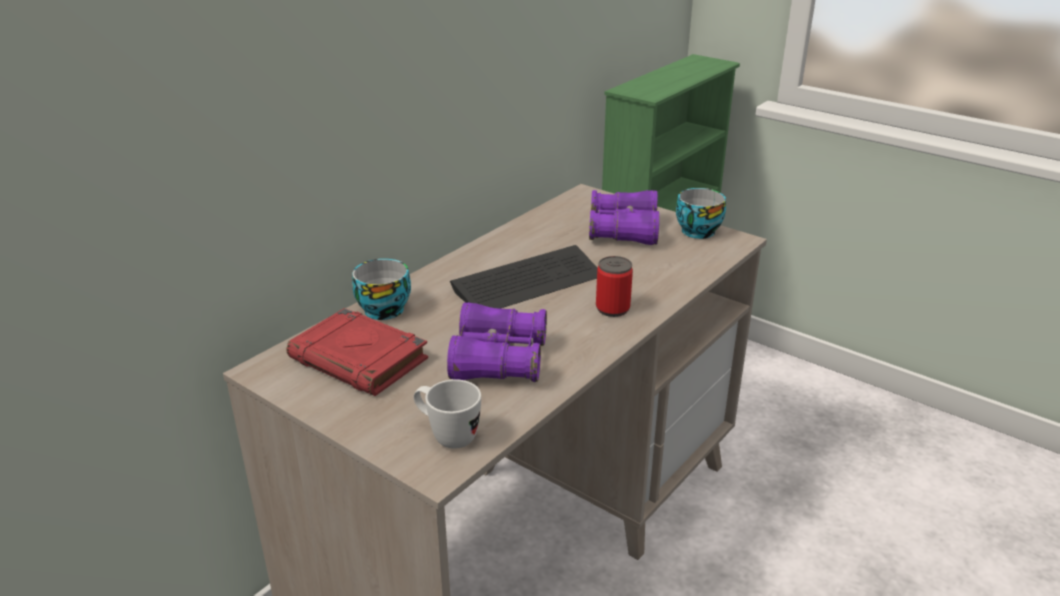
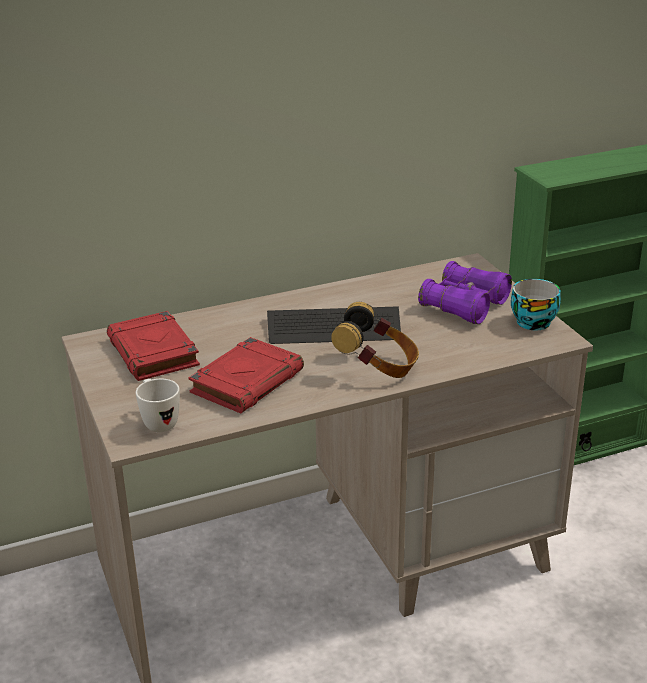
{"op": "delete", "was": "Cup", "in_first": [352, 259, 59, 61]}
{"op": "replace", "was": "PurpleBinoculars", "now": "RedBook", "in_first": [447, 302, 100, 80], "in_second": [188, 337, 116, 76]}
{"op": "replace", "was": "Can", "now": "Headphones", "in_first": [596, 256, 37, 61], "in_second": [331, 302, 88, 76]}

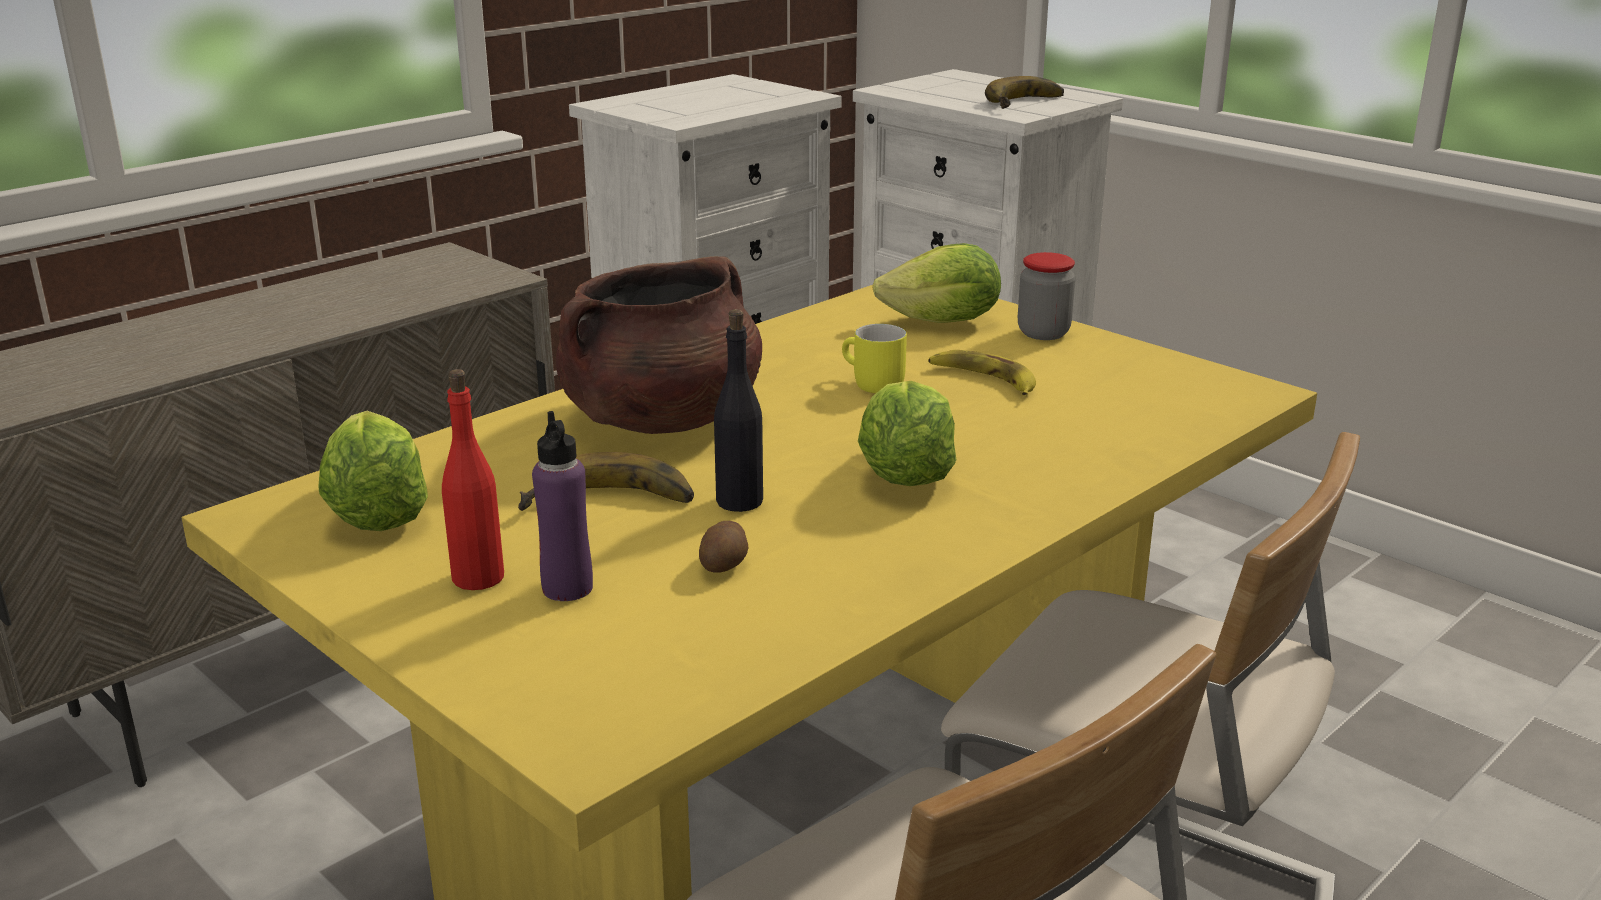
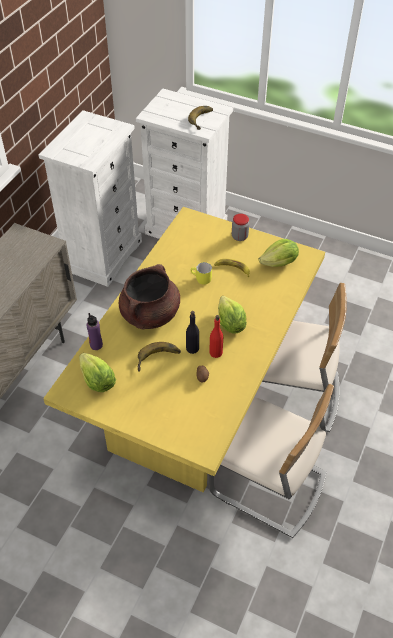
{"op": "move", "was": "RedBottle", "in_first": [442, 369, 62, 221], "in_second": [209, 315, 14, 43]}
{"op": "move", "was": "PurpleBottle", "in_first": [532, 411, 61, 190], "in_second": [86, 313, 17, 37]}
{"op": "move", "was": "Lettuce", "in_first": [872, 243, 129, 80], "in_second": [259, 239, 40, 28]}

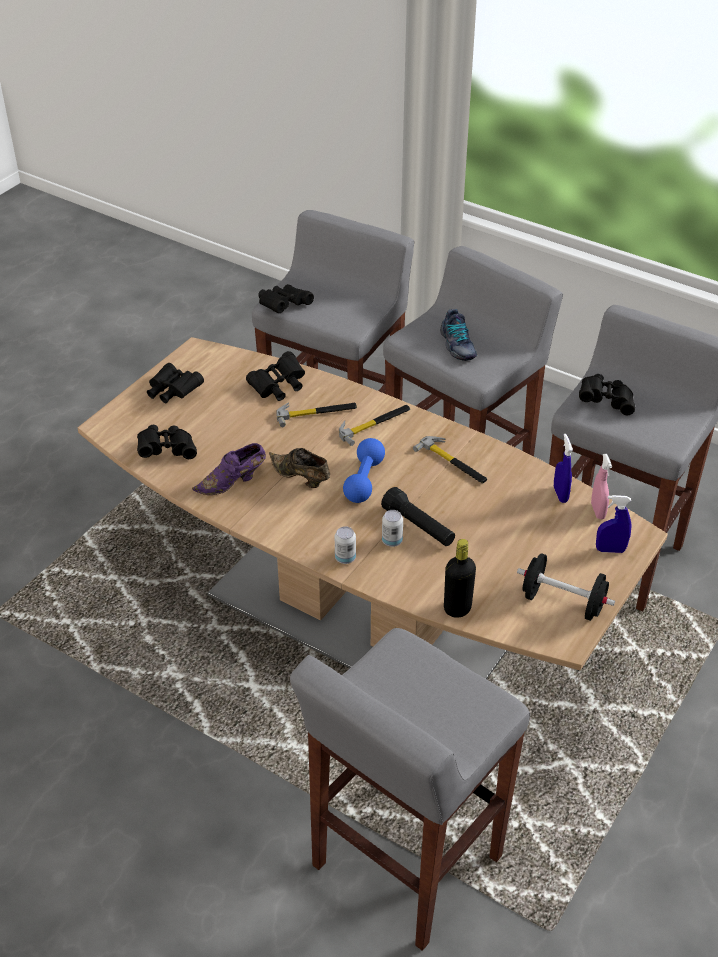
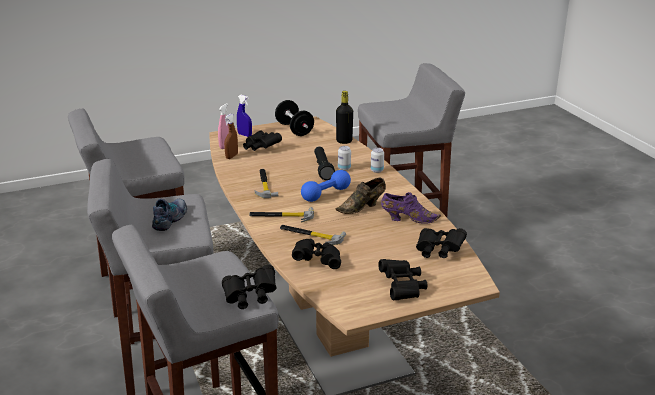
{"op": "rotate", "was": "BrownShoe", "in_first": [269, 448, 61, 40], "in_second": [335, 178, 51, 36], "clockwise": 75}
{"op": "recolor", "was": "BlueSprayBottle", "now": "BrownSprayBottle", "in_first": [554, 434, 19, 69], "in_second": [224, 114, 14, 45]}
{"op": "move", "was": "BlackBinoculars", "in_first": [579, 374, 56, 41], "in_second": [243, 131, 39, 20]}

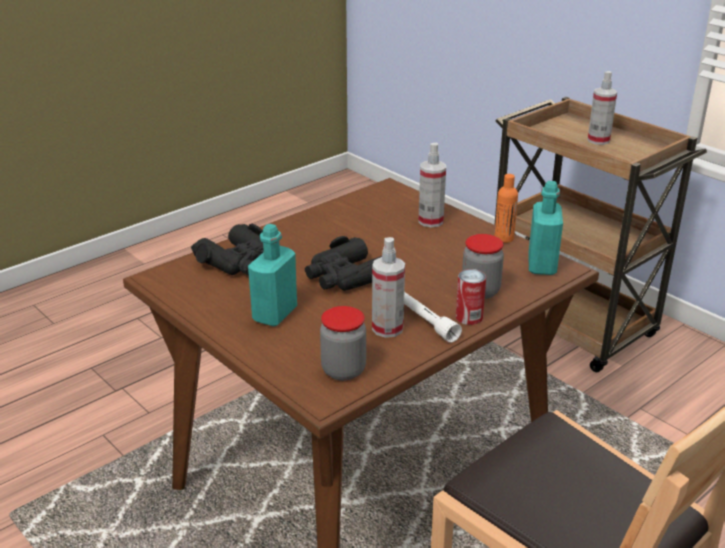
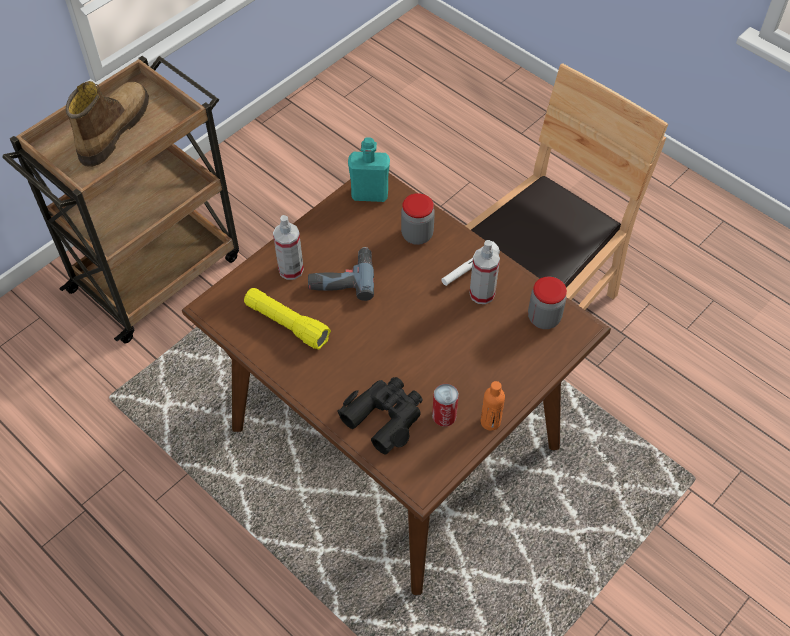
{"op": "delete", "was": "TurquoiseBottle", "in_first": [248, 224, 49, 102]}
{"op": "delete", "was": "BlackBinoculars", "in_first": [305, 236, 77, 55]}
{"op": "move", "was": "Can", "in_first": [456, 269, 30, 56], "in_second": [432, 384, 27, 43]}
{"op": "move", "was": "OrangeBottle", "in_first": [494, 174, 24, 69], "in_second": [481, 381, 24, 50]}
{"op": "replace", "was": "SprayBottle", "now": "Boot", "in_first": [587, 71, 30, 74], "in_second": [66, 81, 83, 86]}
{"op": "insert", "now": "YellowFlashlight", "in_second": [244, 288, 87, 61]}
{"op": "insert", "now": "PowerDrill", "in_second": [308, 247, 66, 54]}

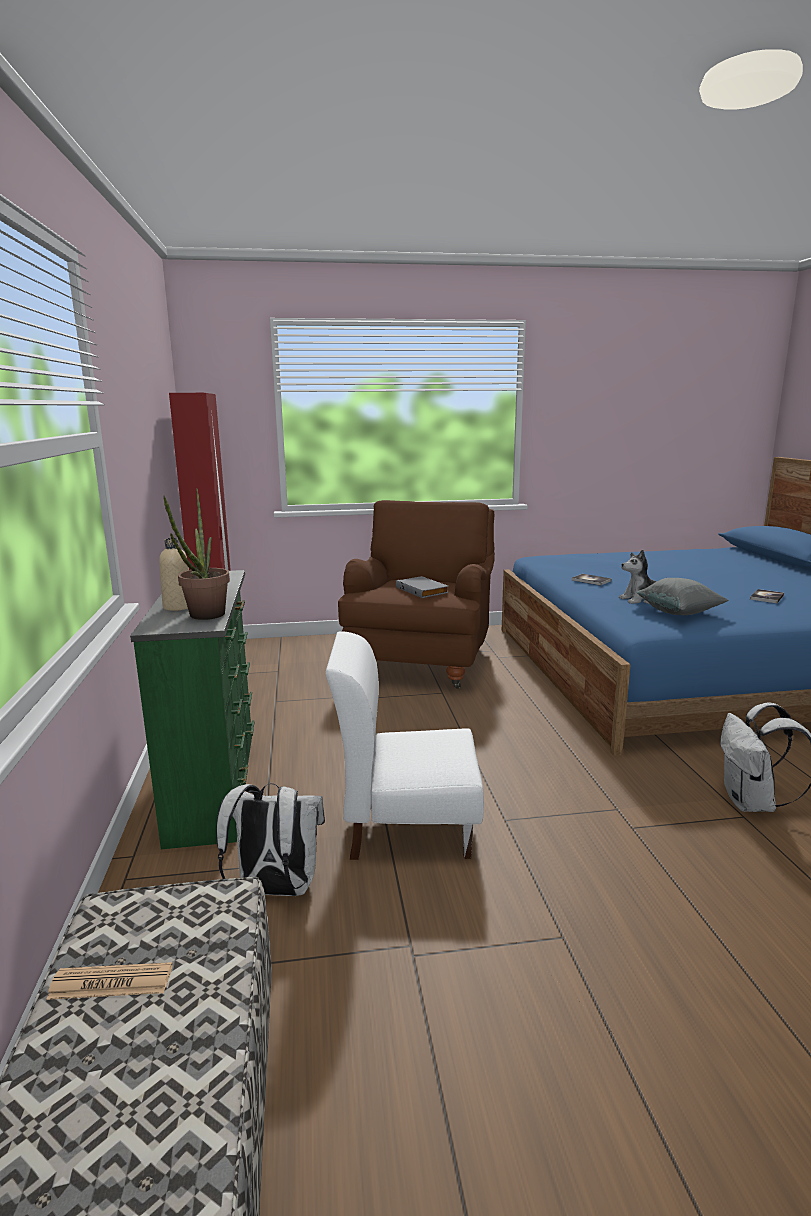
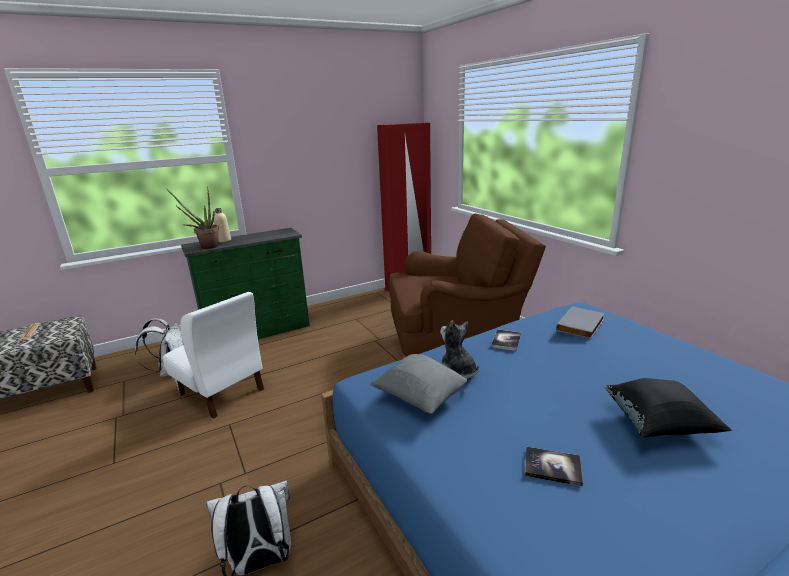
{"op": "rotate", "was": "WhiteChair", "in_first": [326, 631, 158, 229], "in_second": [163, 292, 101, 127], "clockwise": 150}
{"op": "move", "was": "GreyBook", "in_first": [396, 576, 53, 22], "in_second": [556, 306, 49, 33]}
{"op": "insert", "now": "BlackPillow", "in_second": [605, 378, 127, 60]}

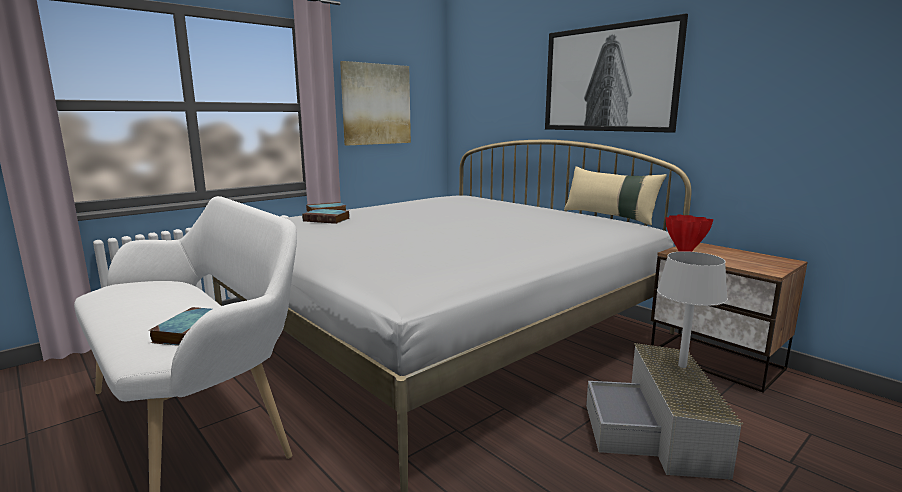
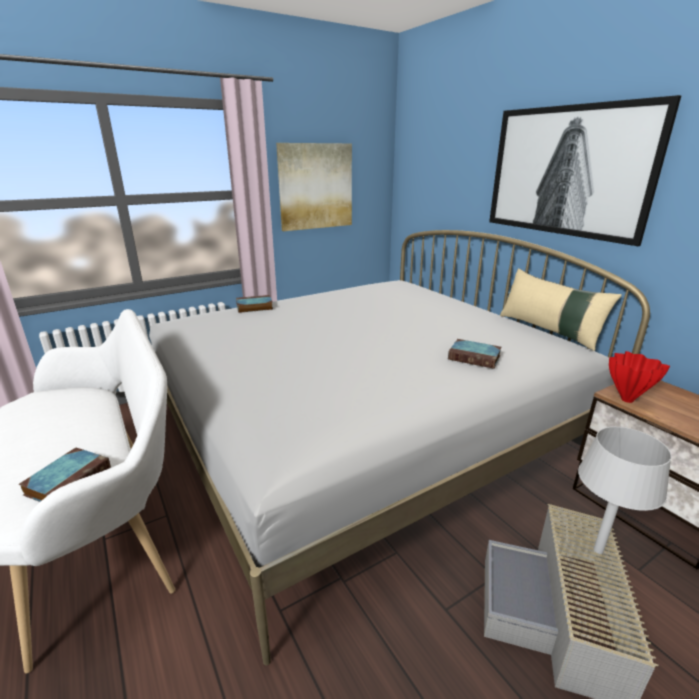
{"op": "move", "was": "Book", "in_first": [302, 209, 48, 15], "in_second": [448, 339, 54, 30]}

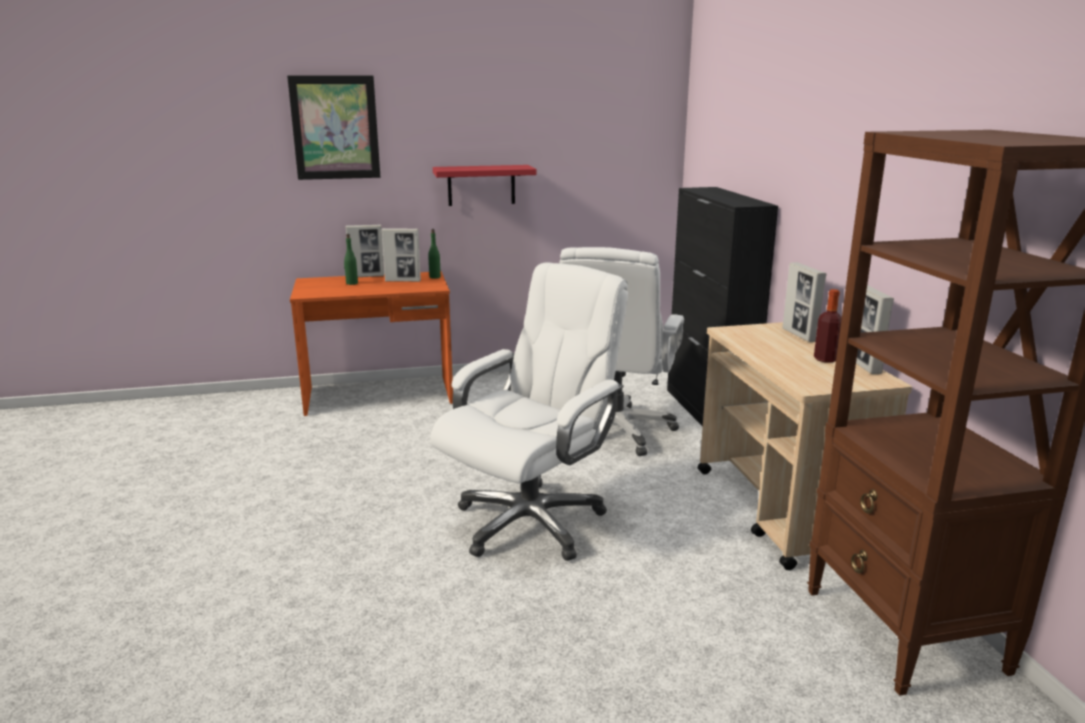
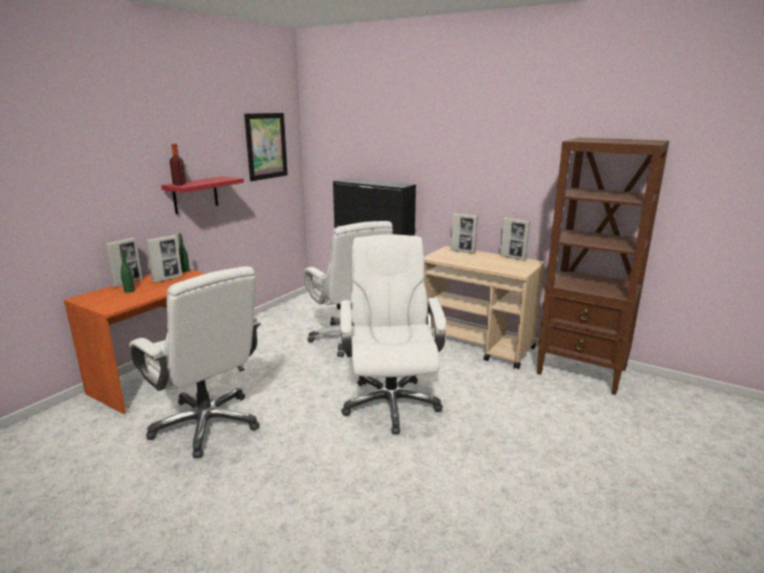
{"op": "move", "was": "Picture", "in_first": [287, 75, 93, 105], "in_second": [244, 113, 44, 68]}
{"op": "move", "was": "Bottle", "in_first": [814, 289, 28, 74], "in_second": [170, 144, 16, 41]}
{"op": "insert", "now": "WhiteOfficeChair", "in_second": [129, 266, 132, 192]}

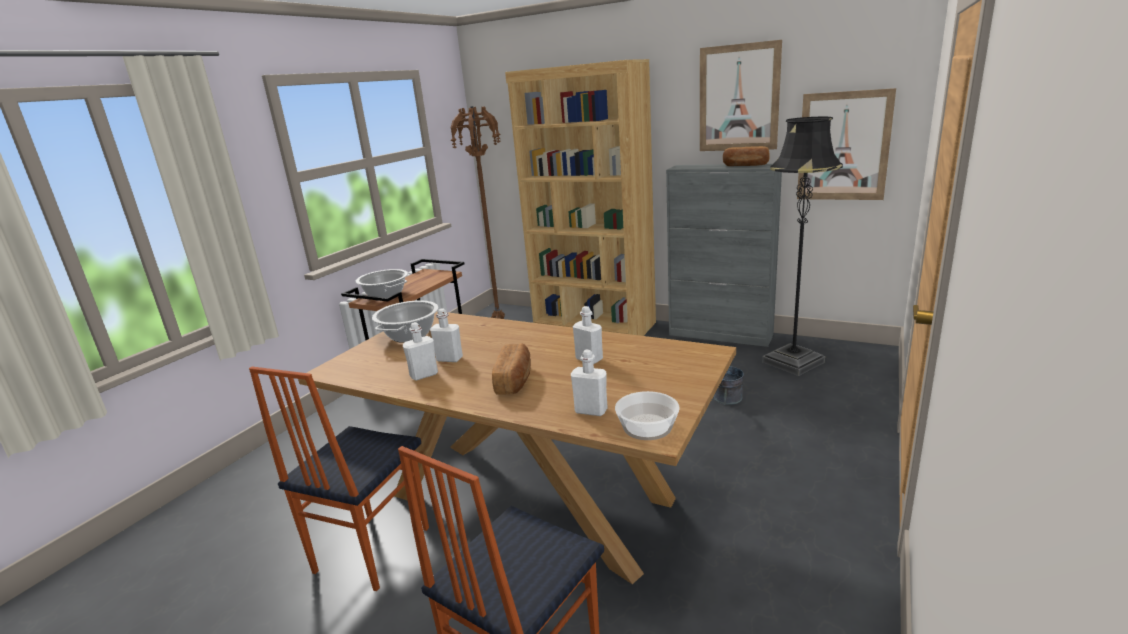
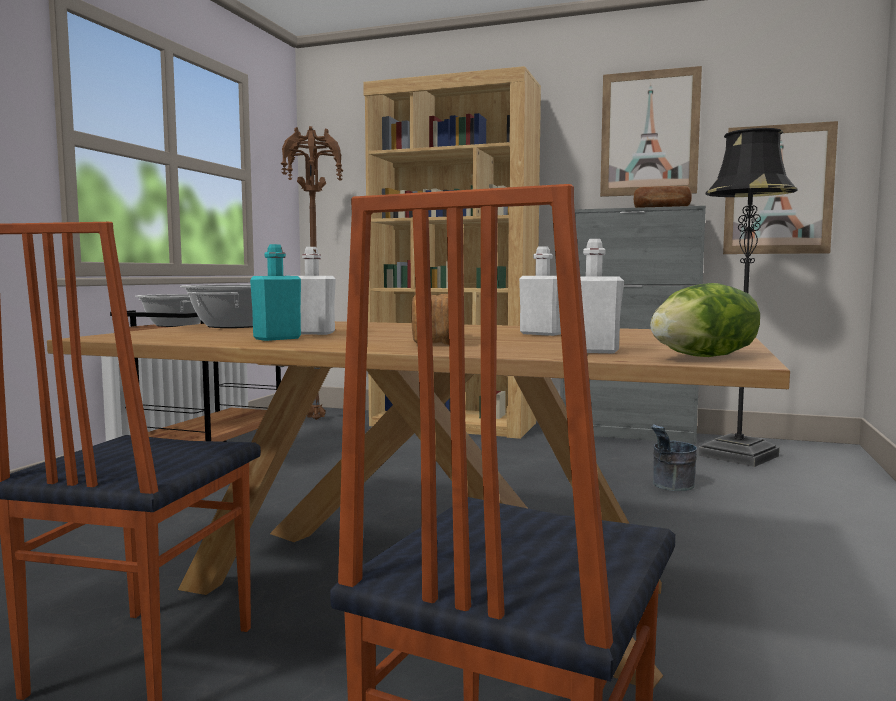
{"op": "recolor", "was": "WhiteBottle", "now": "TurquoiseBottle", "in_first": [403, 322, 35, 59], "in_second": [250, 244, 51, 97]}
{"op": "replace", "was": "Bowl", "now": "Lettuce", "in_first": [615, 391, 65, 49], "in_second": [650, 283, 110, 74]}

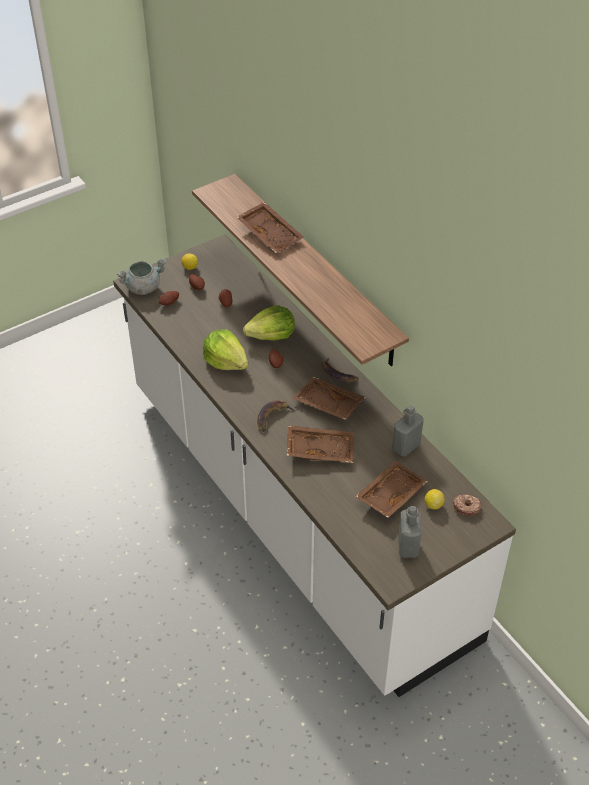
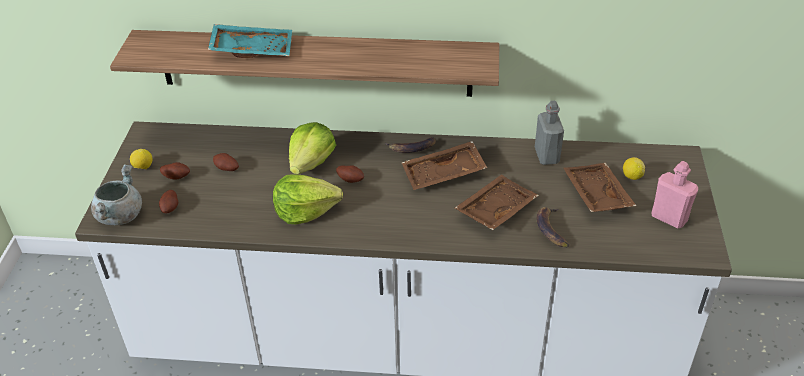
{"op": "recolor", "was": "BrownTray", "now": "TurquoiseTray", "in_first": [237, 202, 67, 51], "in_second": [208, 24, 84, 34]}
{"op": "move", "was": "Banana", "in_first": [257, 400, 40, 32], "in_second": [536, 207, 33, 40]}
{"op": "recolor", "was": "GreyBottle", "now": "PinkBottle", "in_first": [398, 506, 24, 52], "in_second": [651, 161, 47, 68]}
{"op": "delete", "was": "Donut", "in_first": [453, 495, 28, 21]}

